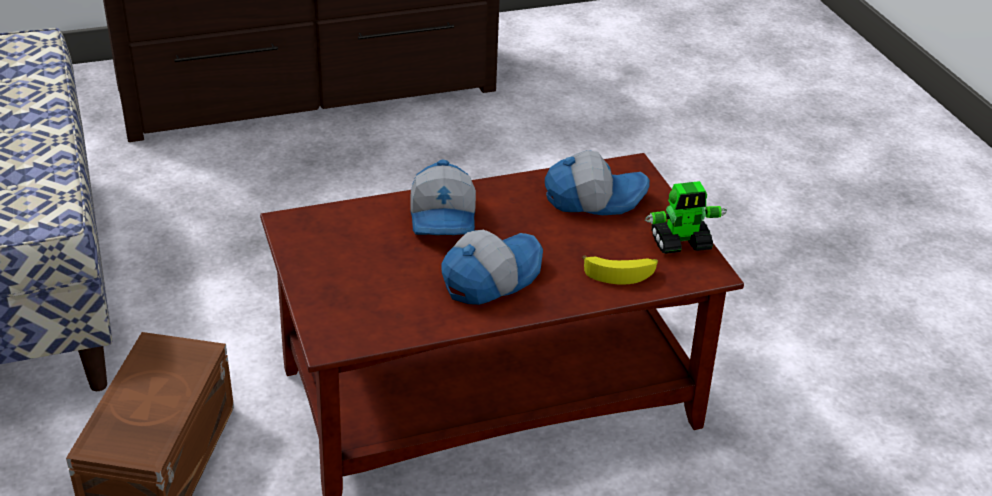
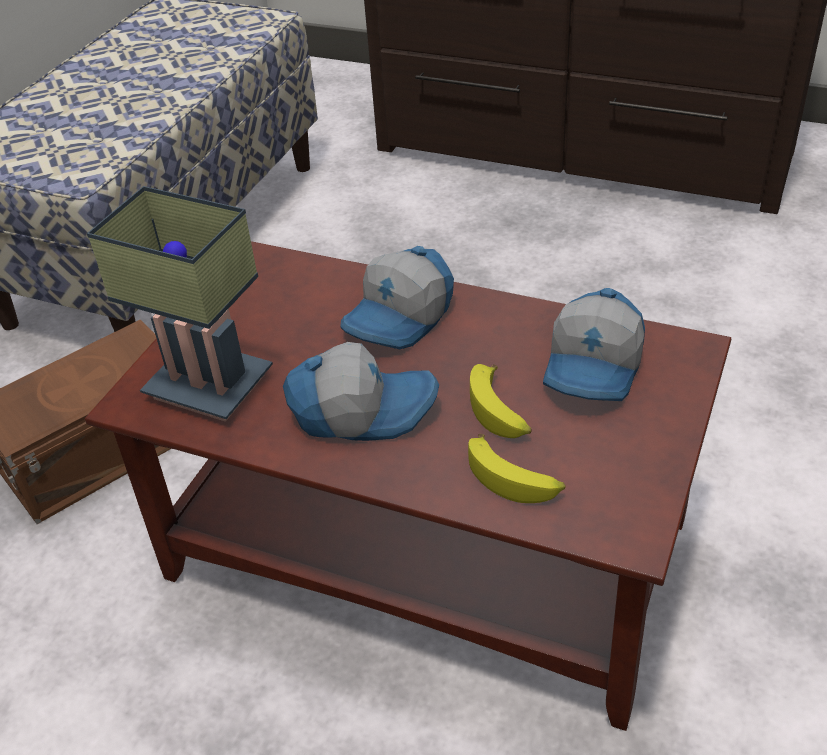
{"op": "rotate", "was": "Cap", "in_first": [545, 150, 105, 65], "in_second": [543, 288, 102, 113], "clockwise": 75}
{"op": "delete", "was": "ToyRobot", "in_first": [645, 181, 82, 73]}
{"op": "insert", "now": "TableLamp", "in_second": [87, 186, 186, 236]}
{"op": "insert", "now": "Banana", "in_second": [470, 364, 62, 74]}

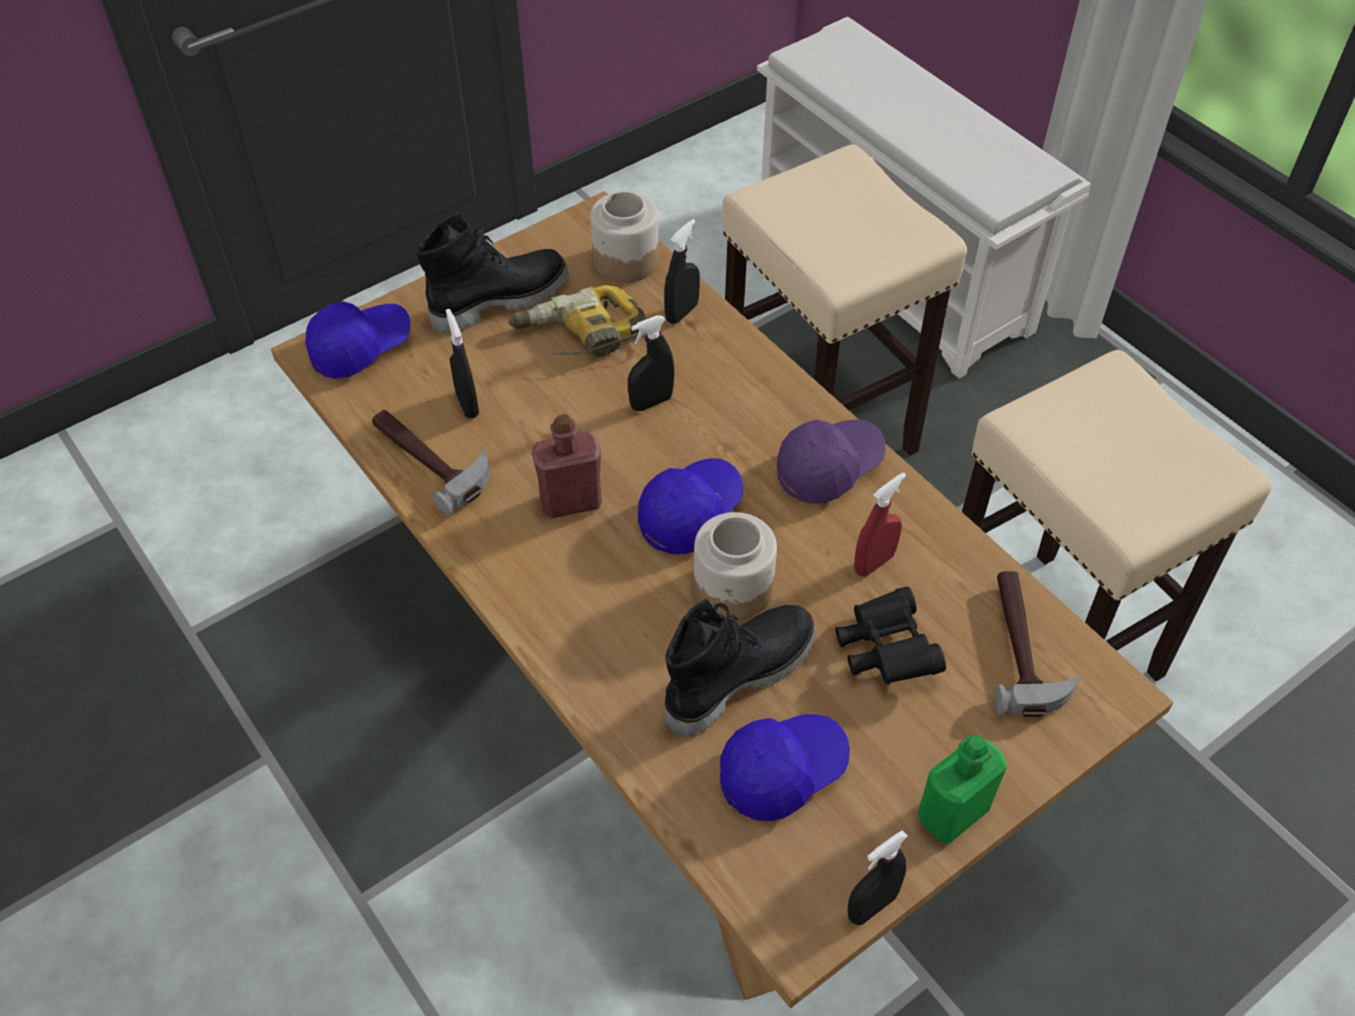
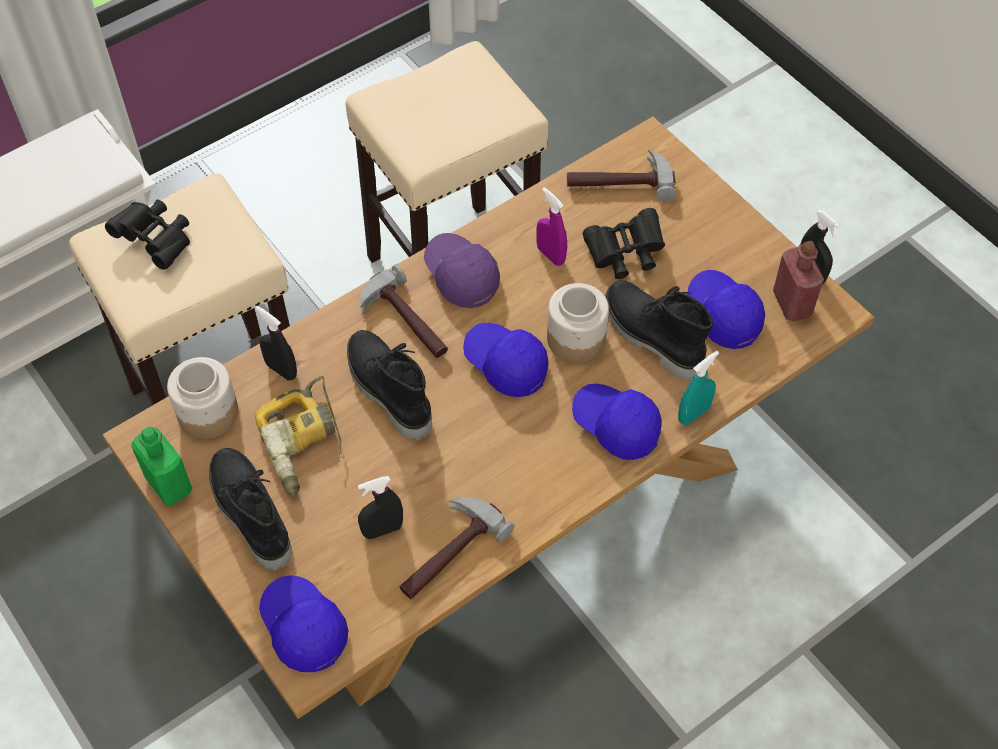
{"op": "move", "was": "RedBottle", "in_first": [532, 414, 70, 105], "in_second": [773, 241, 51, 80]}
{"op": "replace", "was": "BlackSprayBottle", "now": "BlackBoot", "in_first": [628, 315, 46, 96], "in_second": [347, 330, 85, 110]}
{"op": "recolor", "was": "RedSprayBottle", "now": "PurpleSprayBottle", "in_first": [854, 472, 52, 104], "in_second": [536, 187, 31, 79]}
{"op": "move", "was": "GreenBottle", "in_first": [918, 735, 88, 109], "in_second": [131, 427, 61, 78]}
{"op": "insert", "now": "BlackBinoculars", "in_second": [105, 200, 85, 70]}
{"op": "insert", "now": "Hammer", "in_second": [360, 264, 88, 94]}
{"op": "insert", "now": "BlueCap", "in_second": [572, 384, 90, 76]}
{"op": "insert", "now": "TurquoiseSprayBottle", "in_second": [678, 351, 41, 74]}

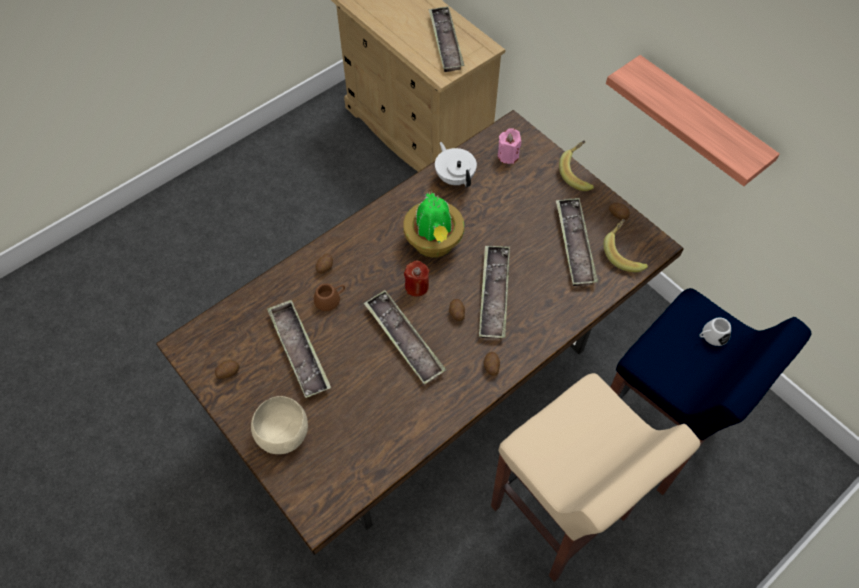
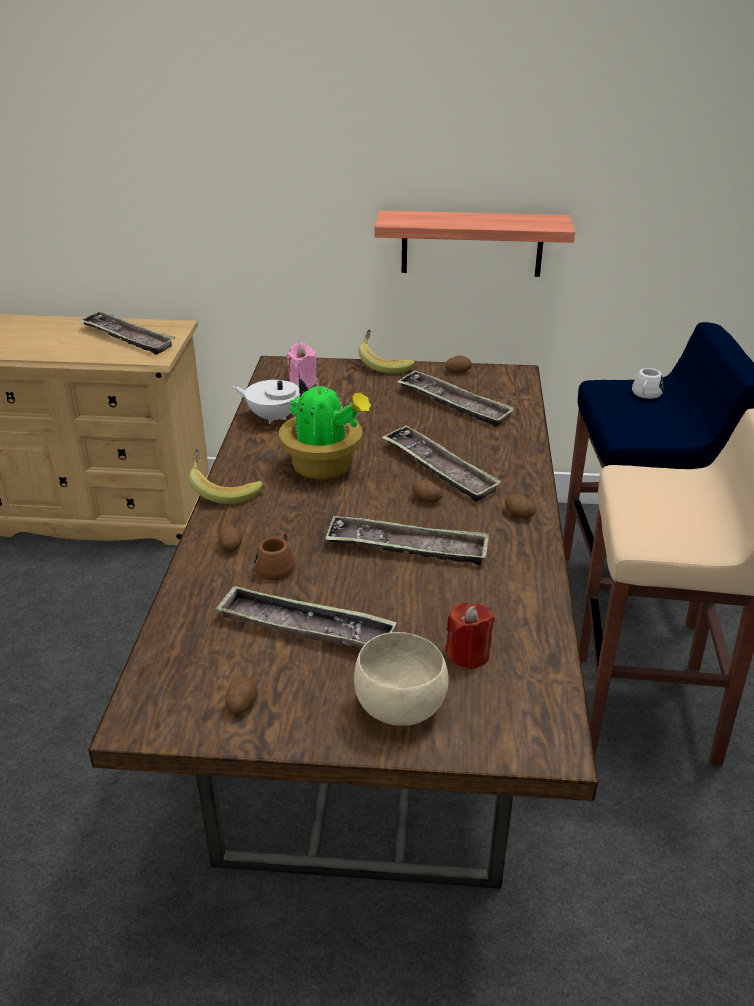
{"op": "move", "was": "RedCandle", "in_first": [404, 261, 25, 36], "in_second": [445, 602, 50, 67]}
{"op": "move", "was": "Banana", "in_first": [603, 219, 45, 53], "in_second": [189, 449, 74, 55]}

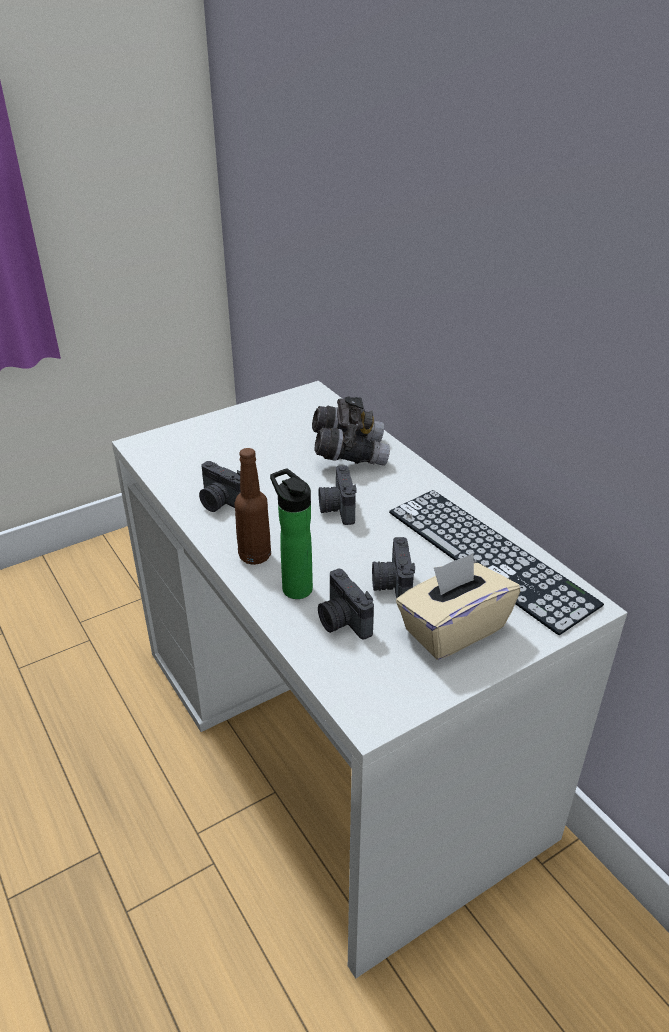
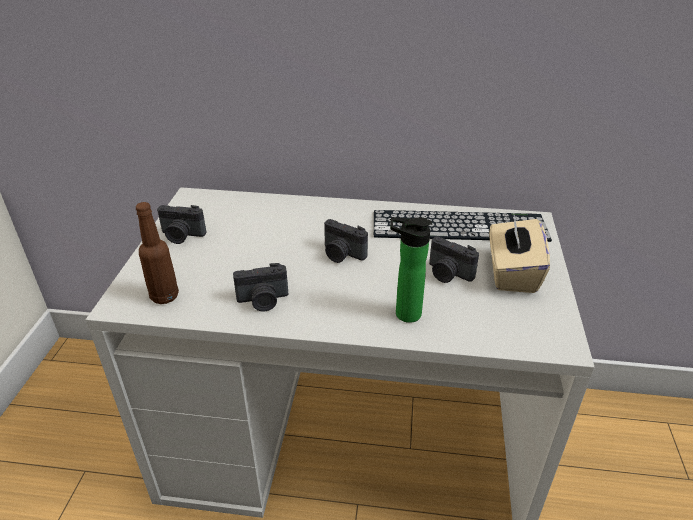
{"op": "move", "was": "BrownBottle", "in_first": [234, 448, 37, 117], "in_second": [136, 202, 43, 102]}
{"op": "delete", "was": "GreyBinoculars", "in_first": [312, 396, 78, 70]}
{"op": "move", "was": "PhotoCamera", "in_first": [318, 569, 56, 71], "in_second": [157, 205, 50, 39]}

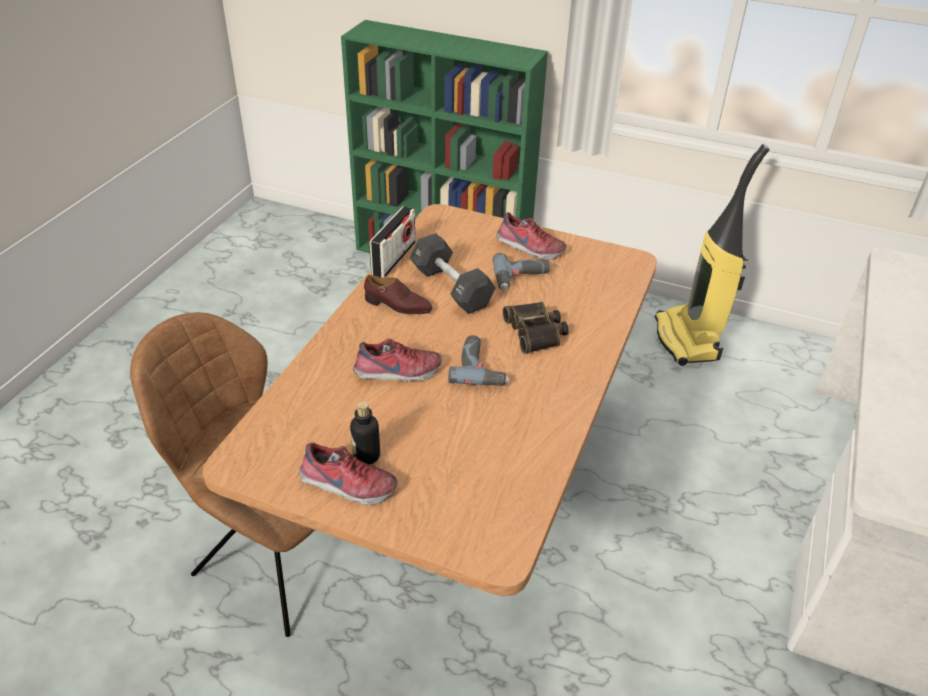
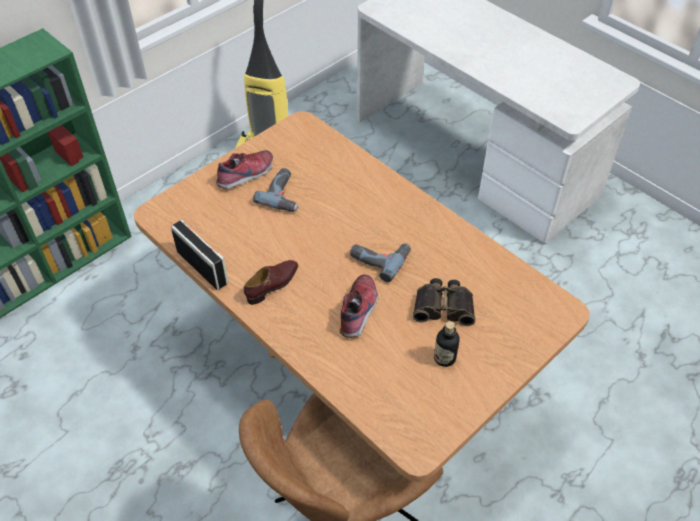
{"op": "delete", "was": "Shoe", "in_first": [299, 443, 98, 62]}
{"op": "delete", "was": "BlackDumbbell", "in_first": [410, 233, 86, 81]}
{"op": "move", "was": "Binoculars", "in_first": [503, 302, 66, 52], "in_second": [413, 278, 62, 48]}

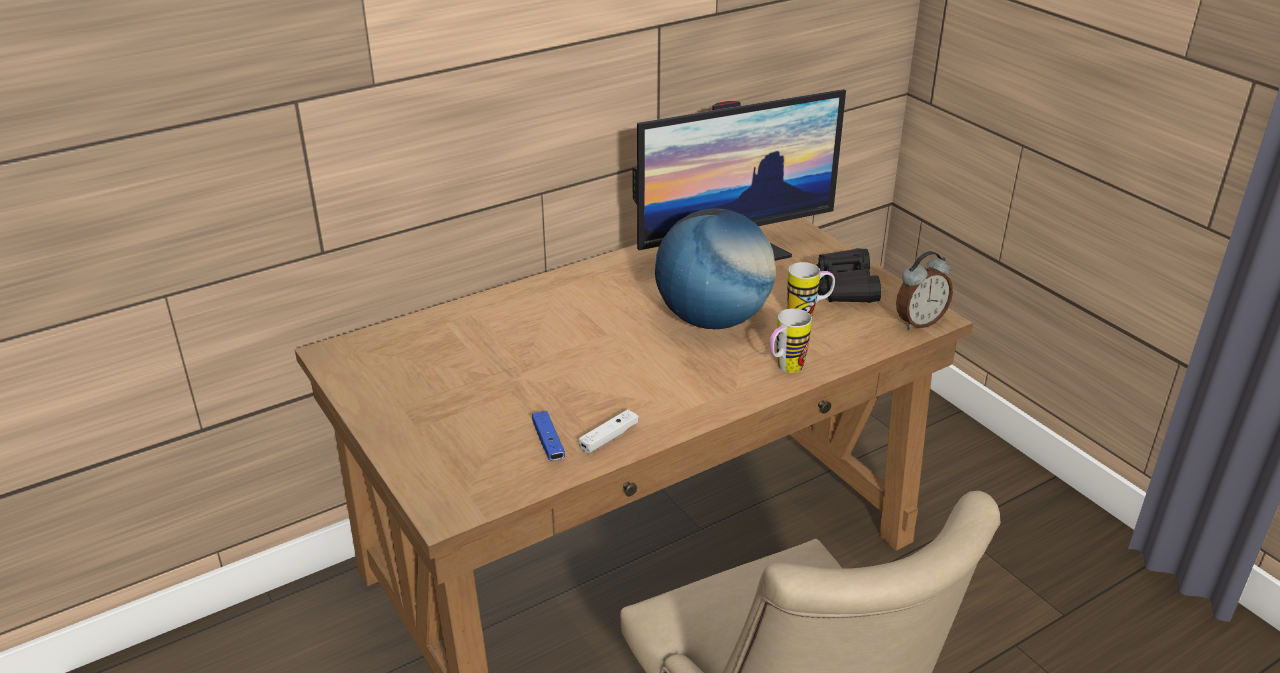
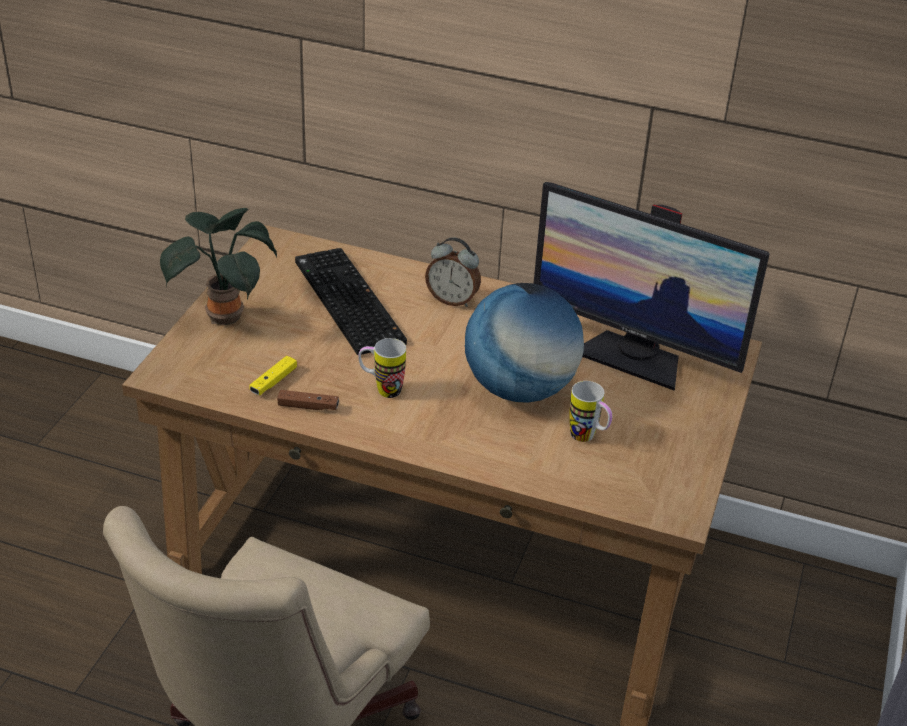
{"op": "recolor", "was": "BlueGameController", "now": "YellowGameController", "in_first": [532, 411, 33, 50], "in_second": [249, 356, 48, 39]}
{"op": "recolor", "was": "WhiteGameController", "now": "BrownGameController", "in_first": [579, 409, 60, 45], "in_second": [277, 390, 62, 20]}
{"op": "move", "was": "Mug", "in_first": [770, 308, 42, 65], "in_second": [358, 338, 48, 60]}
{"op": "delete", "was": "BlackBinoculars", "in_first": [816, 248, 65, 55]}
{"op": "move", "was": "AlarmClock", "in_first": [896, 251, 57, 79], "in_second": [425, 237, 56, 70]}
{"op": "insert", "now": "PottedPlant", "in_second": [160, 208, 117, 117]}
{"op": "insert", "now": "Keyboard", "in_second": [295, 248, 112, 107]}

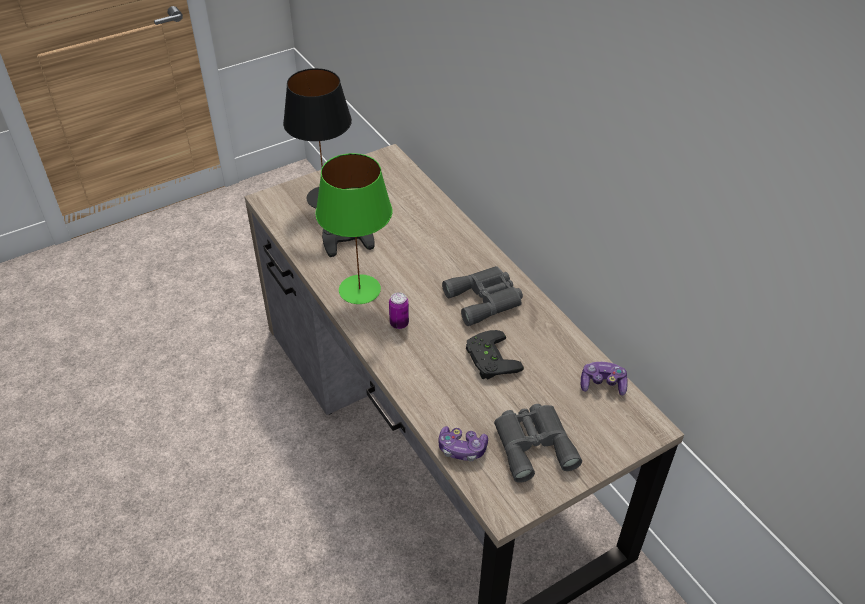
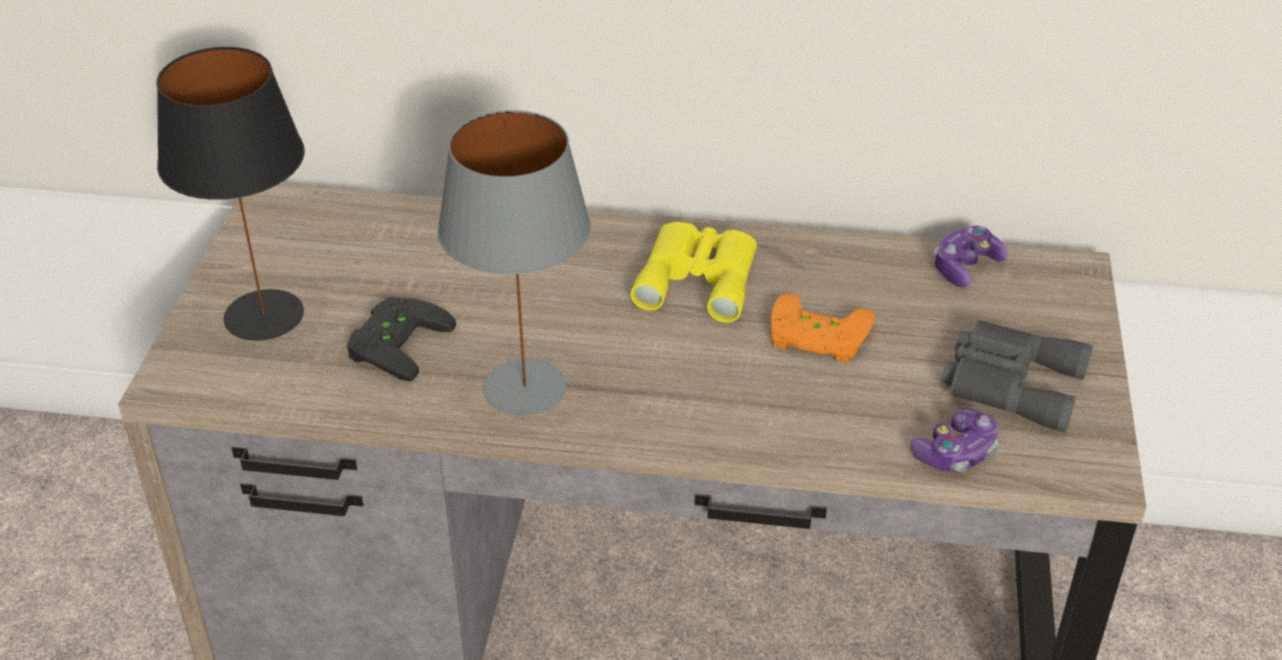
{"op": "recolor", "was": "GreenTableLamp", "now": "GreyTableLamp", "in_first": [315, 153, 77, 151], "in_second": [437, 110, 154, 306]}
{"op": "delete", "was": "Can", "in_first": [389, 292, 20, 37]}
{"op": "recolor", "was": "GreyBinoculars", "now": "YellowBinoculars", "in_first": [442, 266, 81, 60], "in_second": [631, 222, 126, 101]}
{"op": "recolor", "was": "BlackGameController", "now": "OrangeGameController", "in_first": [466, 330, 58, 49], "in_second": [771, 293, 104, 70]}

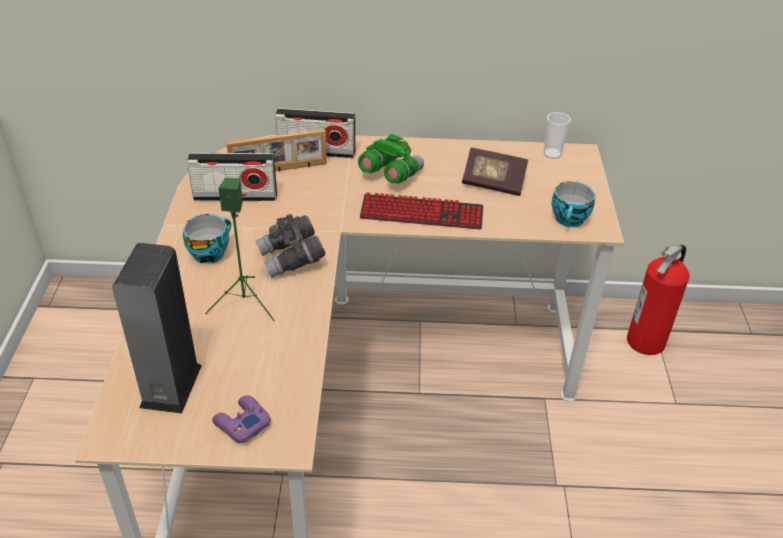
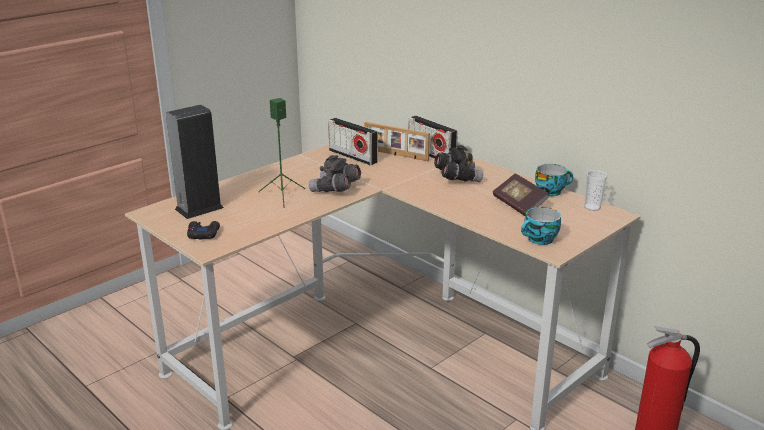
{"op": "move", "was": "Cup", "in_first": [183, 214, 48, 50], "in_second": [535, 164, 38, 33]}
{"op": "recolor", "was": "PurpleGameController", "now": "BlackGameController", "in_first": [212, 395, 59, 48], "in_second": [187, 221, 33, 18]}
{"op": "recolor", "was": "GreenBinoculars", "now": "BlackBinoculars", "in_first": [358, 134, 66, 49], "in_second": [434, 145, 49, 37]}
{"op": "delete", "was": "Keyboard", "in_first": [360, 192, 123, 38]}

